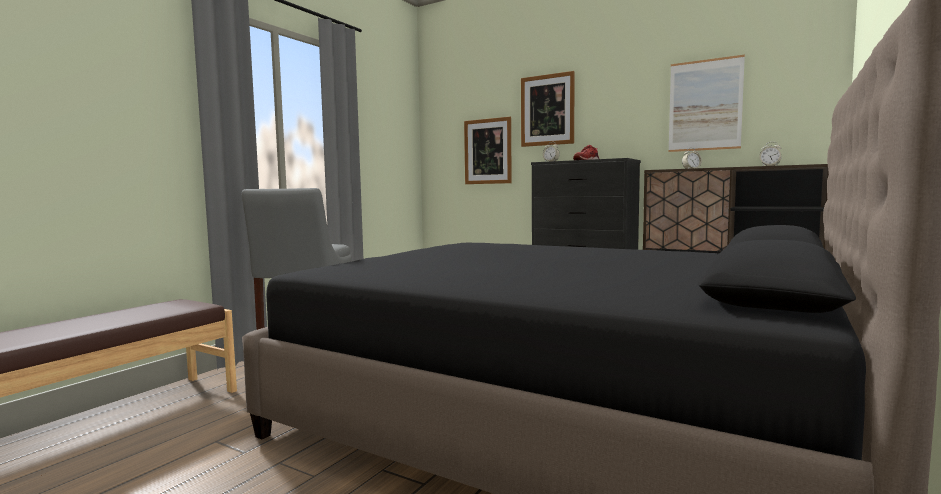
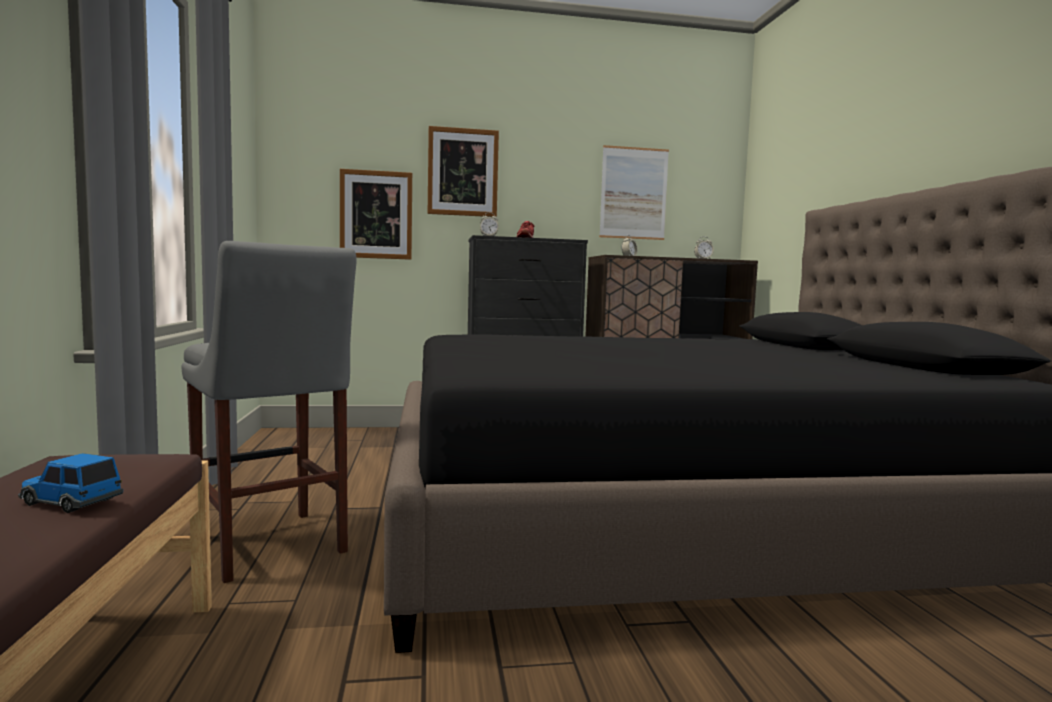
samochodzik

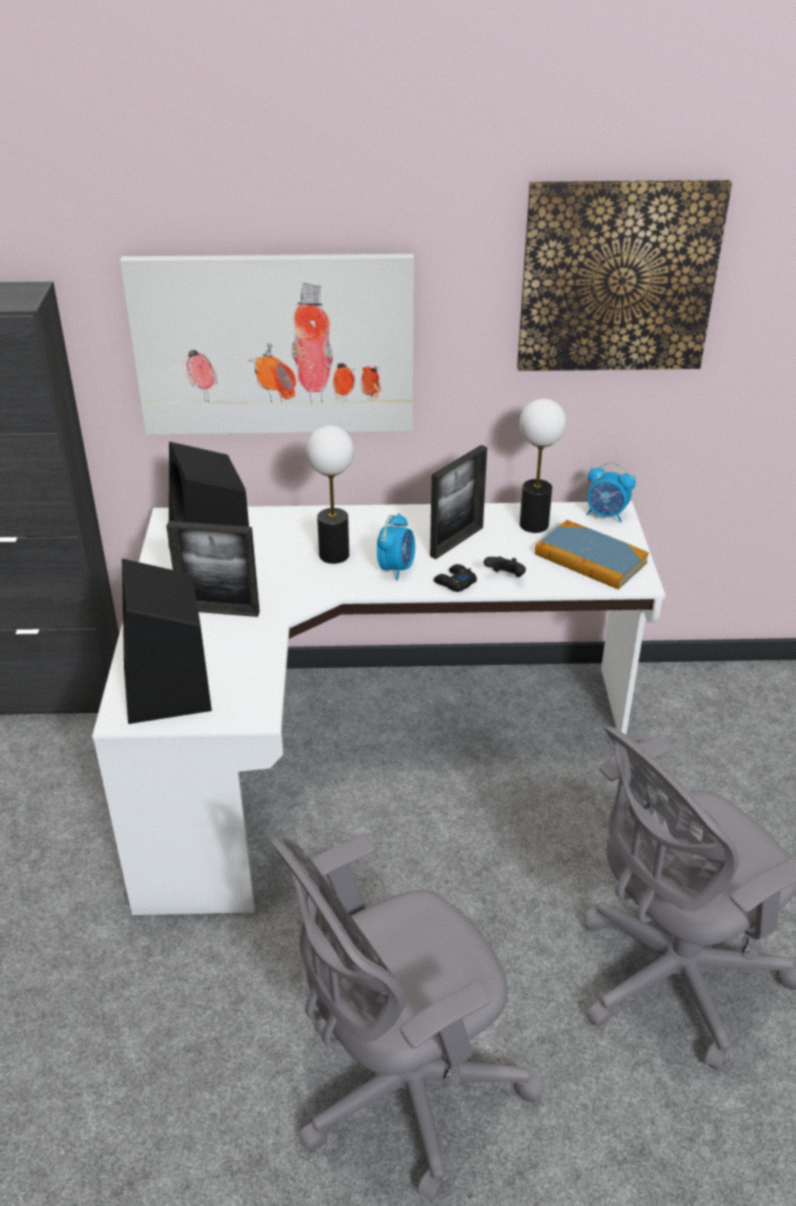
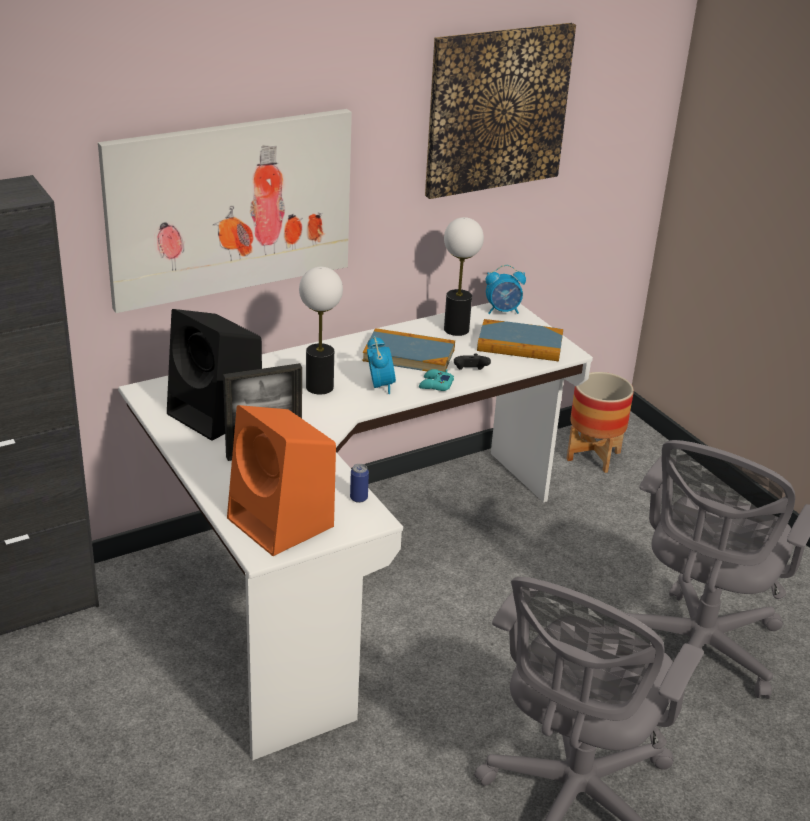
puszka
donica
książka (1st from left)
głośnik (pomarańczowy)
pad do gier (turkusowy)

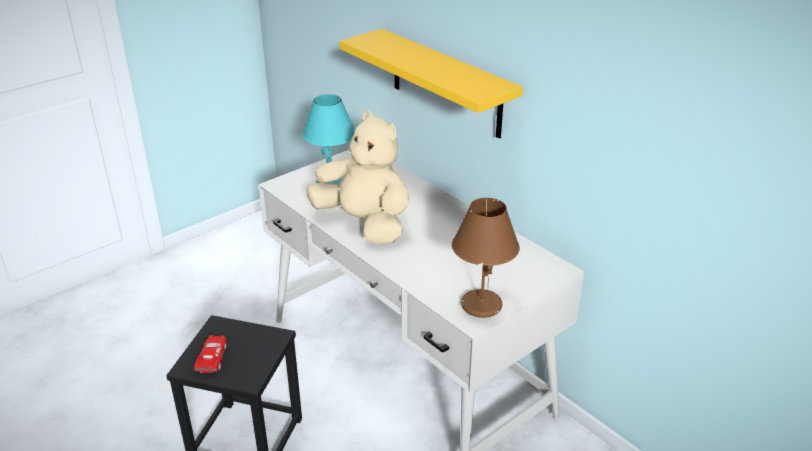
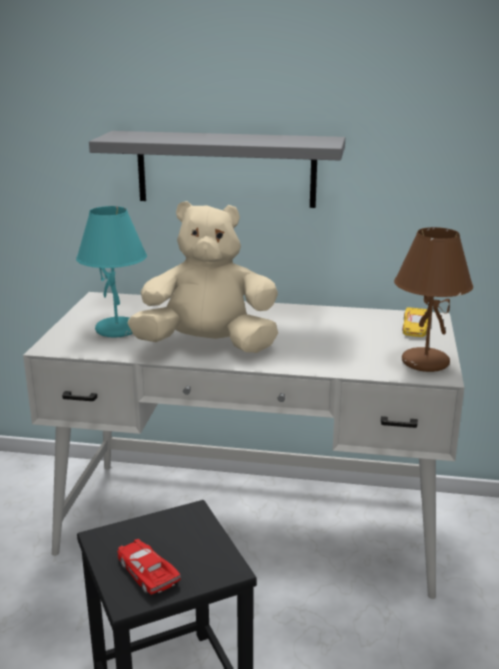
samochodzik (żółty)
półka (szary)

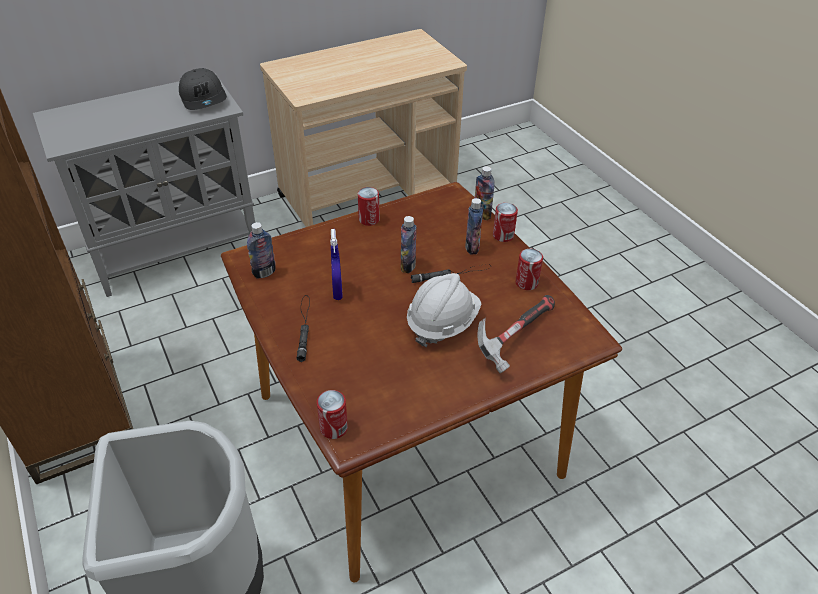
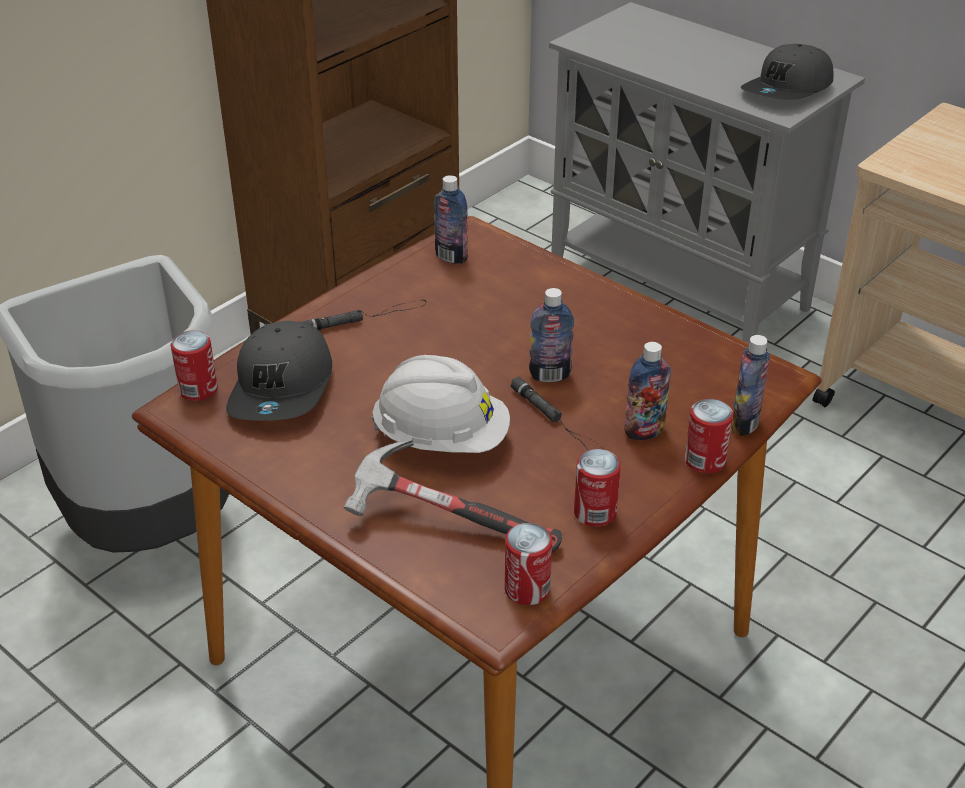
spryskiwacz (niebieski)
czapka z daszkiem (szary) (1st from left)
puszka (2nd from left)

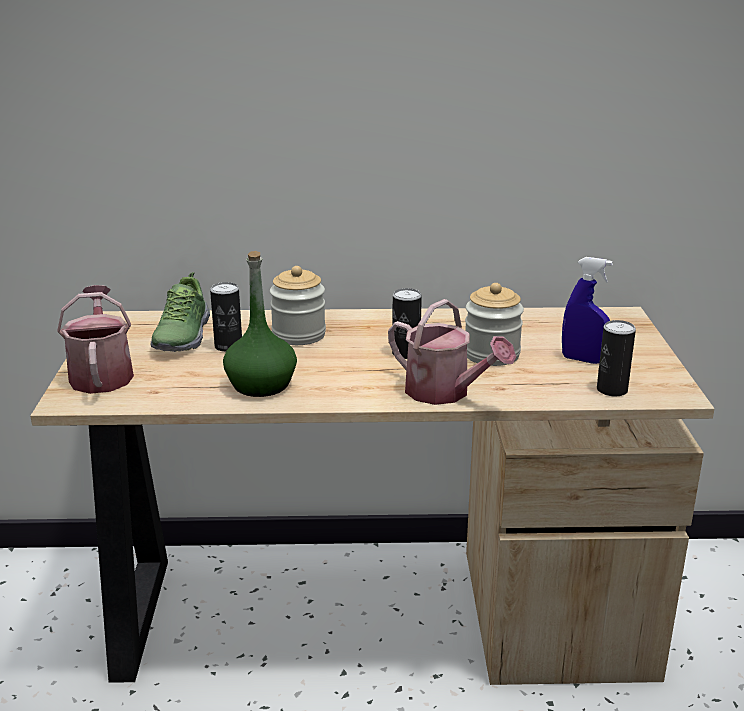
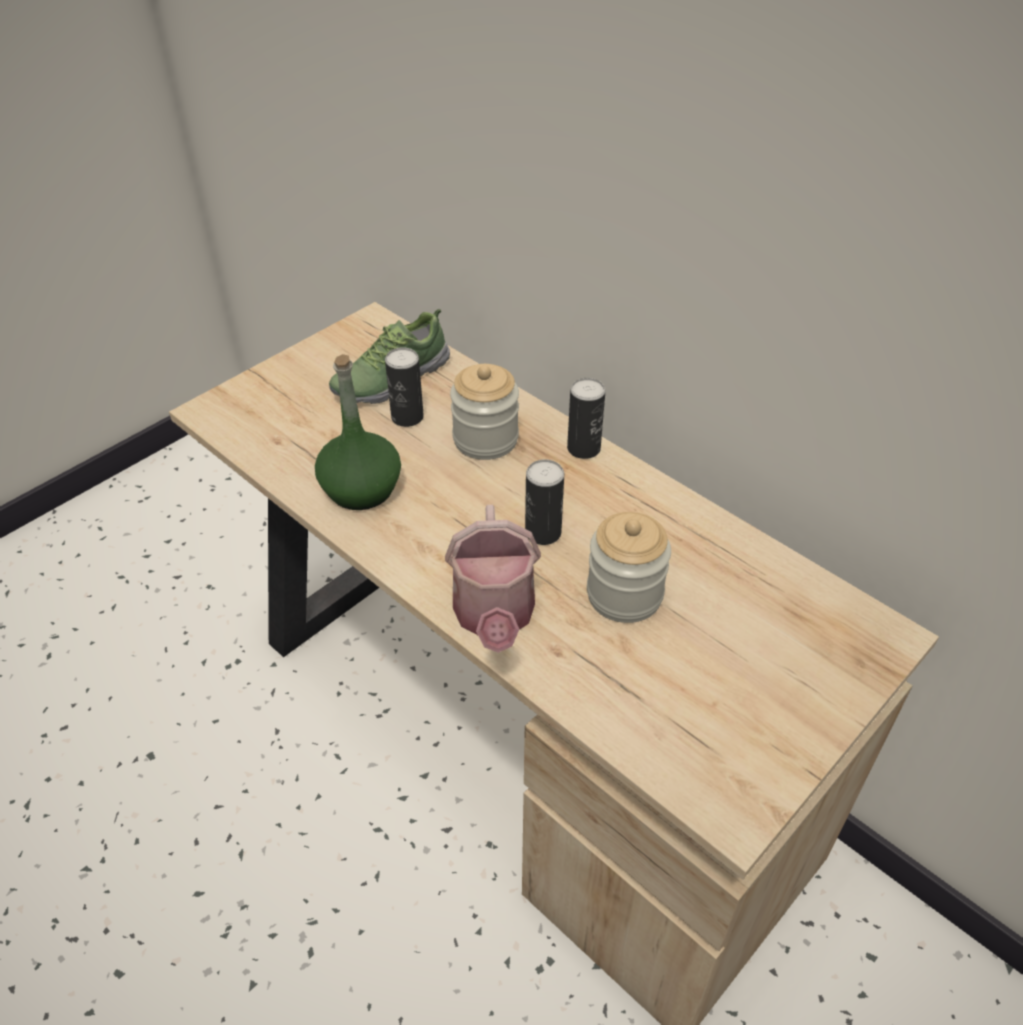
konewka (1st from left in the first image)
spryskiwacz (niebieski)
puszka (3rd from left)

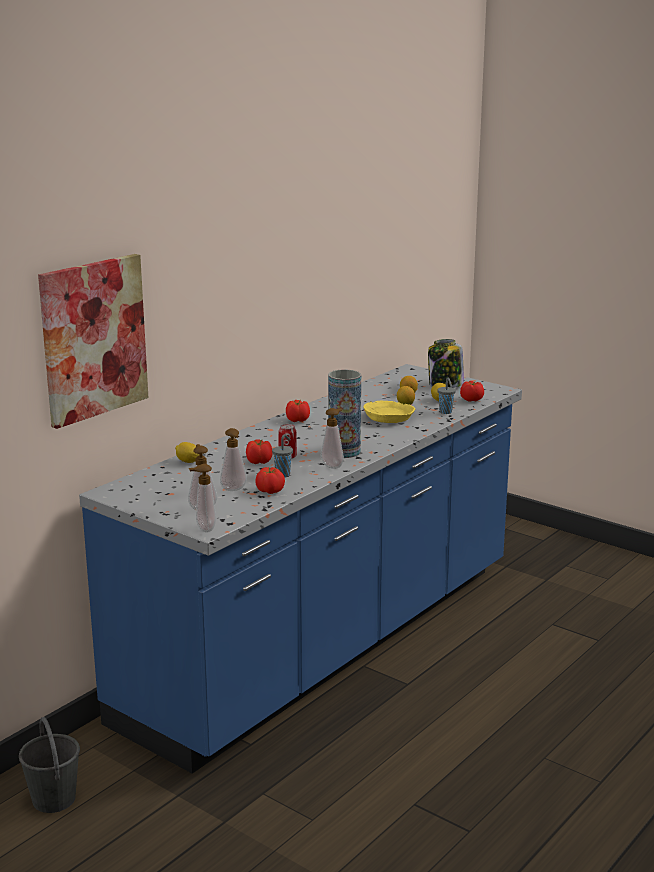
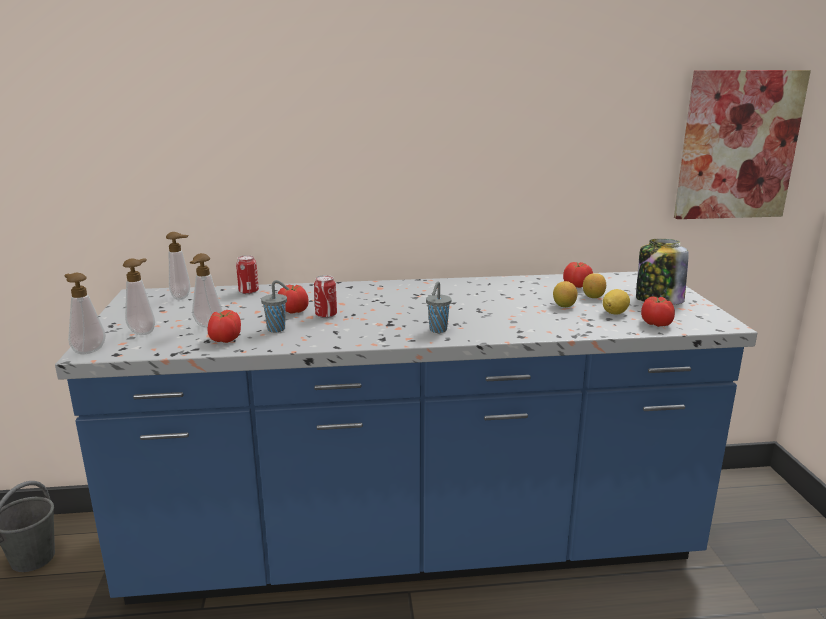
wazon
miska (żółty)
obraz
pomidor (3rd from left)
dozownik mydła (3rd from left)
filiżanka (szary) (2nd from left)
puszka (1st from left)

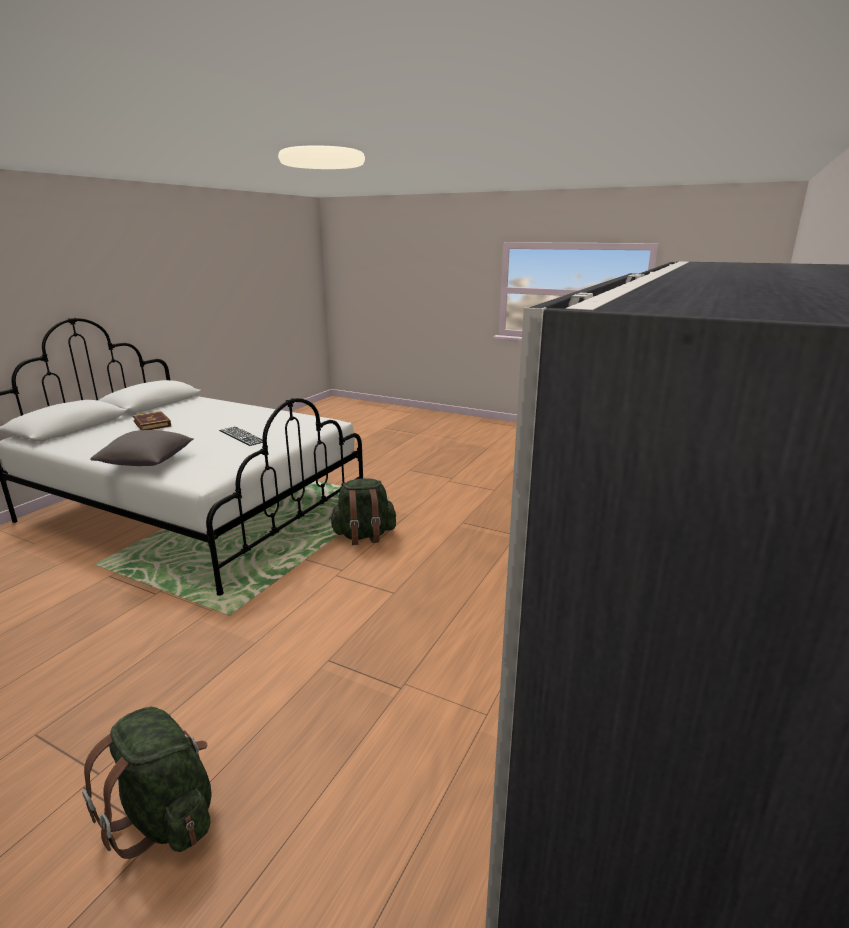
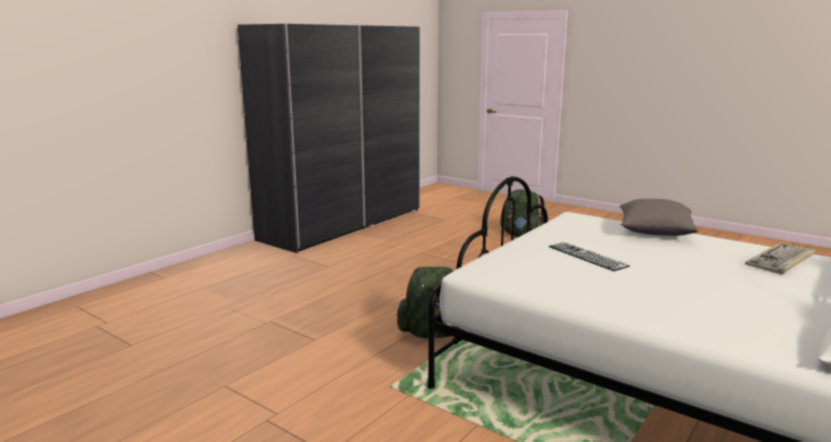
książka
klawiatura (2nd from left)

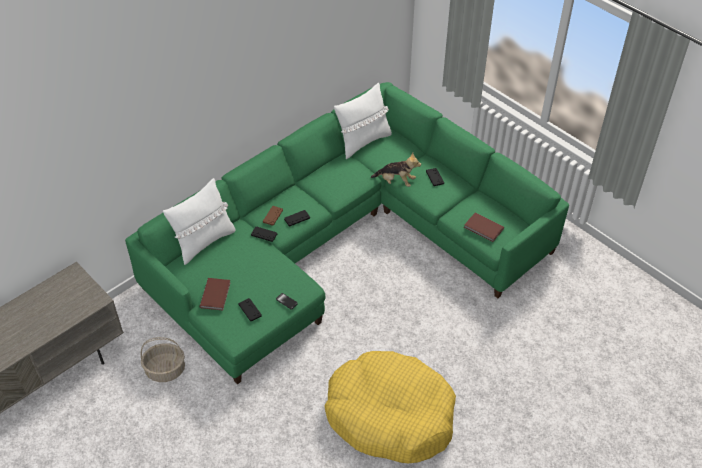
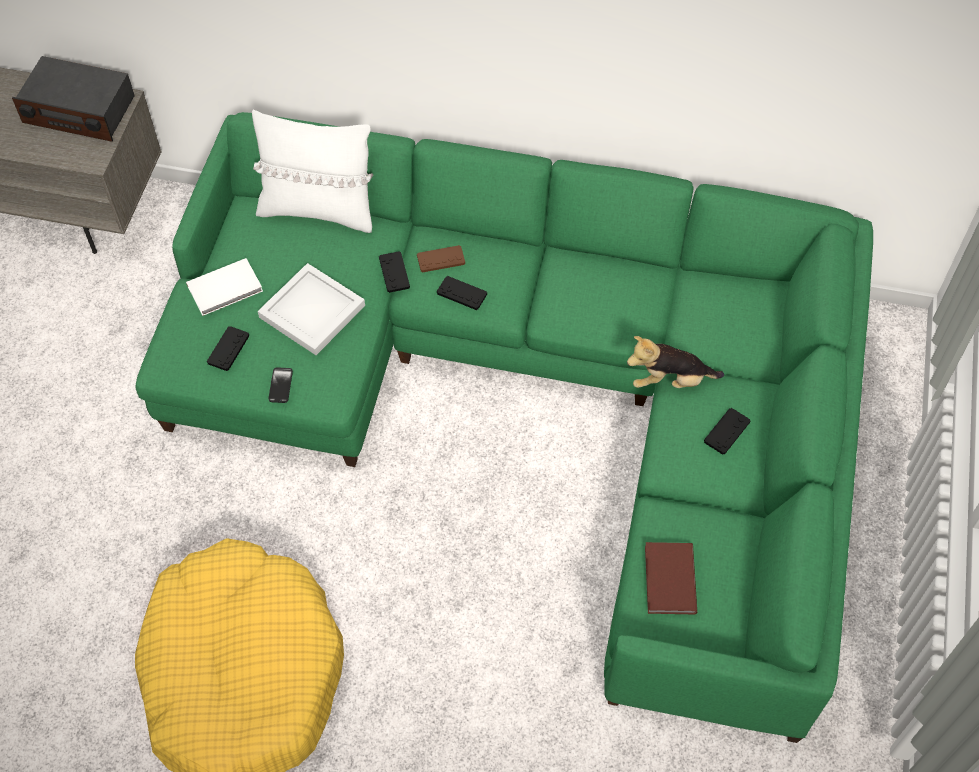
koszyk
poduszka (biały) (2nd from left in the first image)
radio
taca (biały)
książka (biały)
pluszak

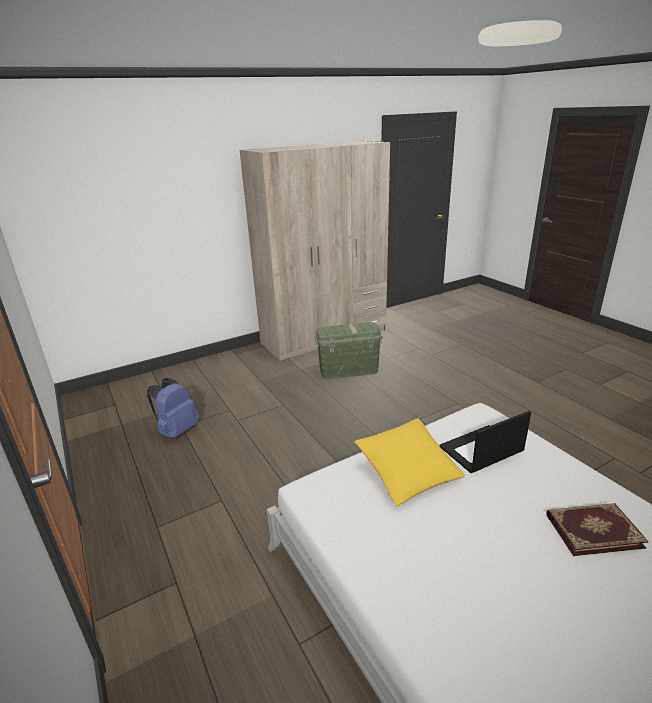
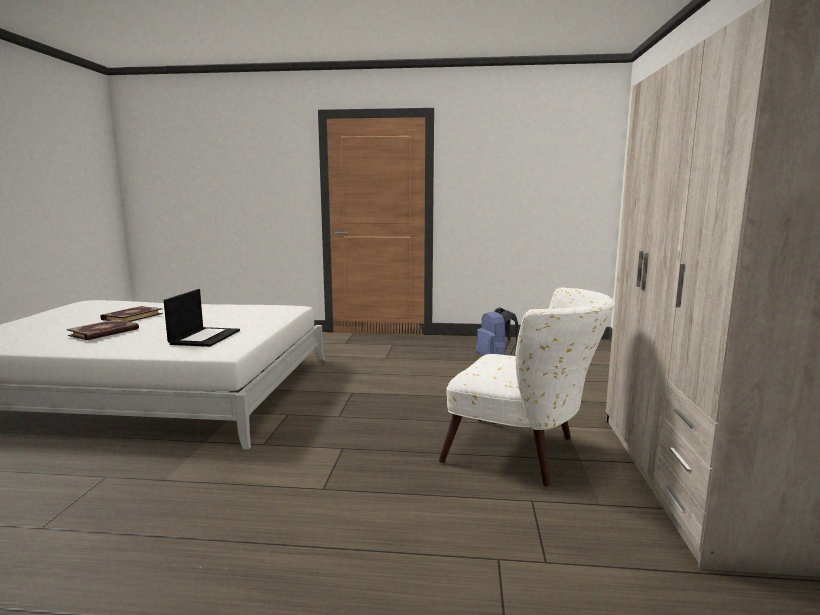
poduszka (żółty)
książka (2nd from left)
fotel (biały)

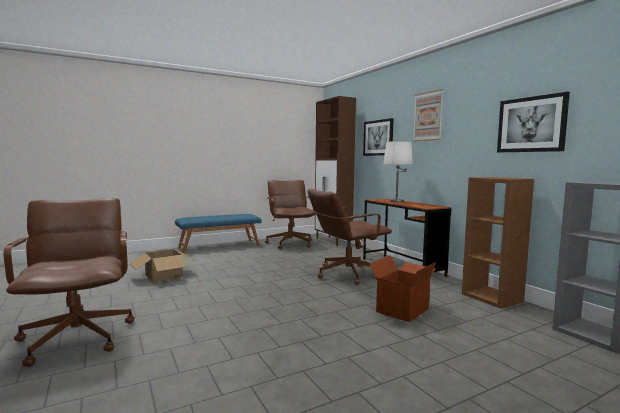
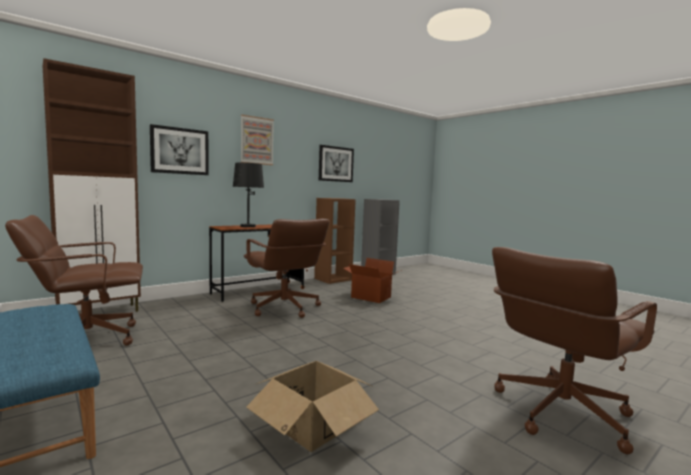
lampa stołowa (czarny)

